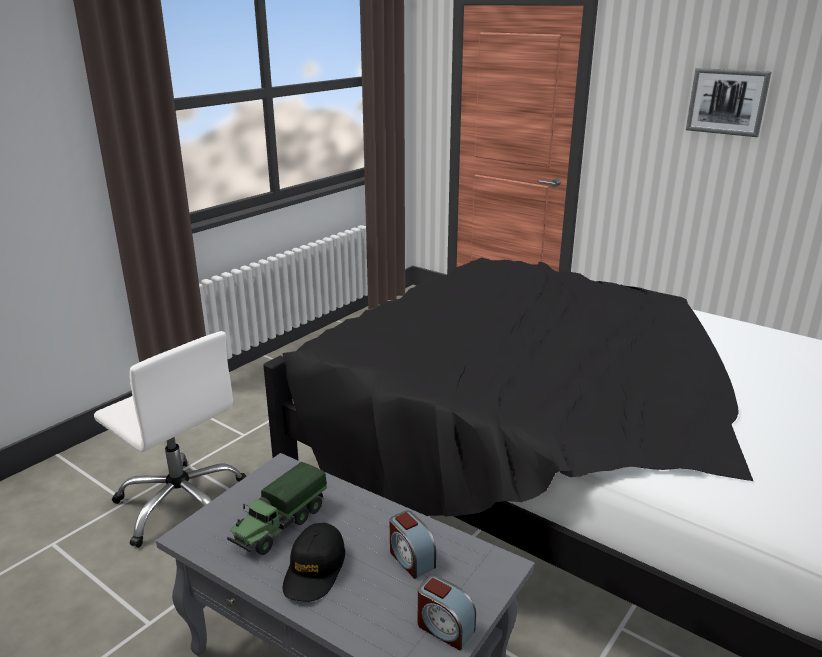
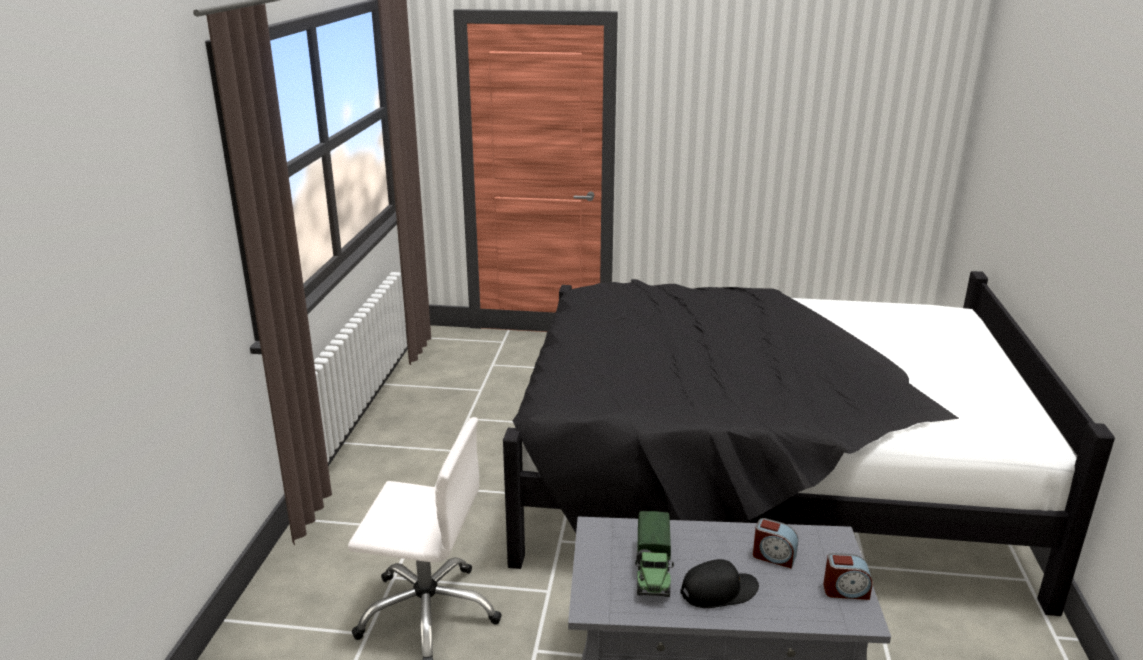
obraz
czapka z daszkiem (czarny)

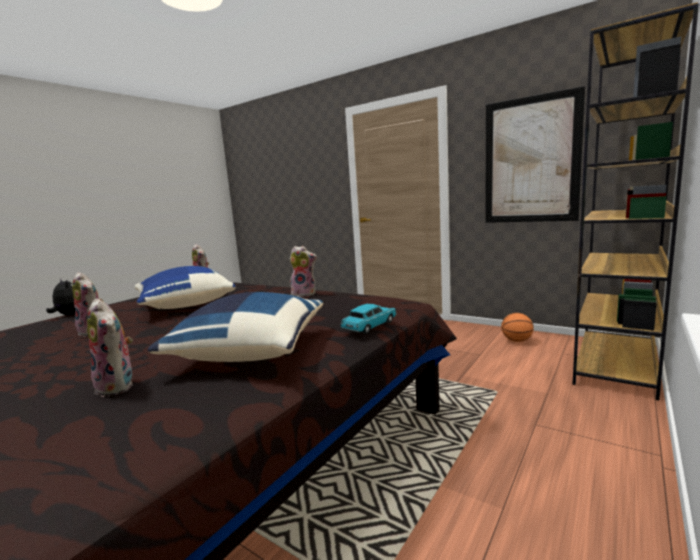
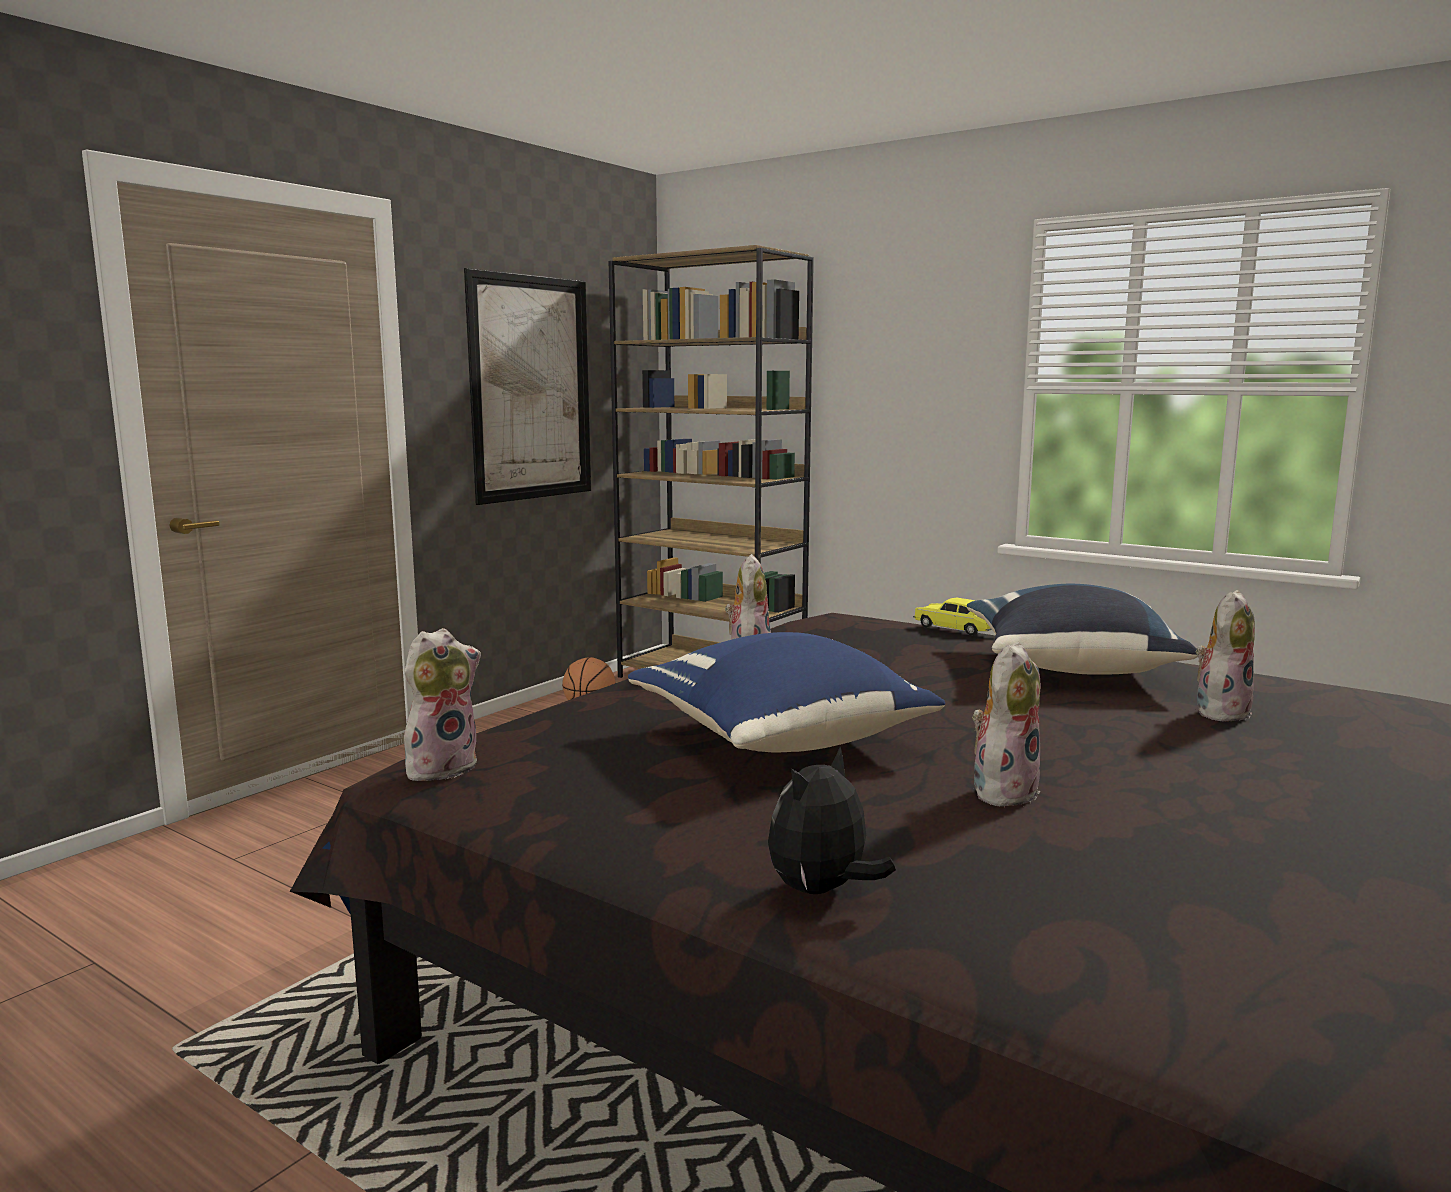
samochodzik (żółty)

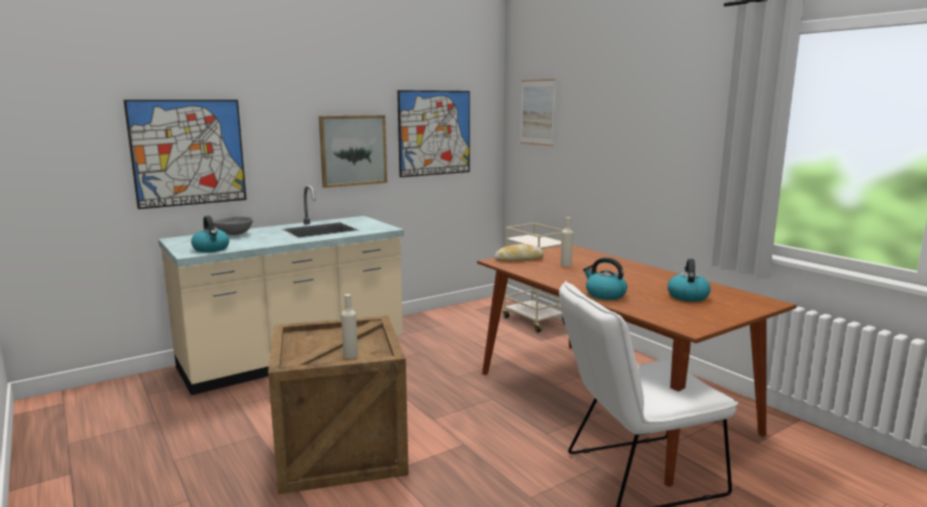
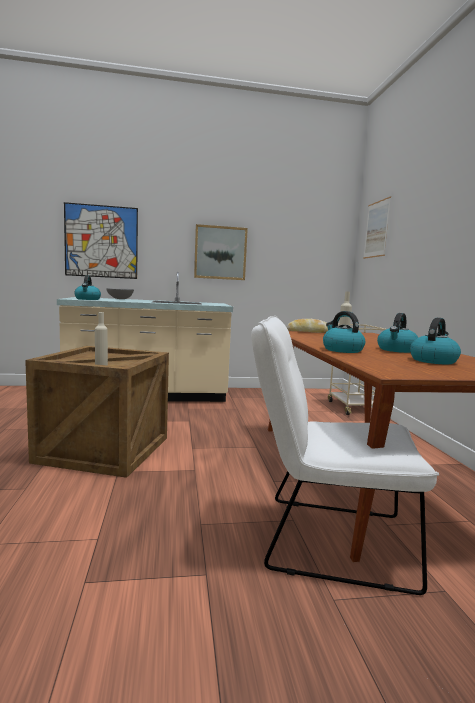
obraz (3rd from left in the first image)
czajnik (3rd from left)

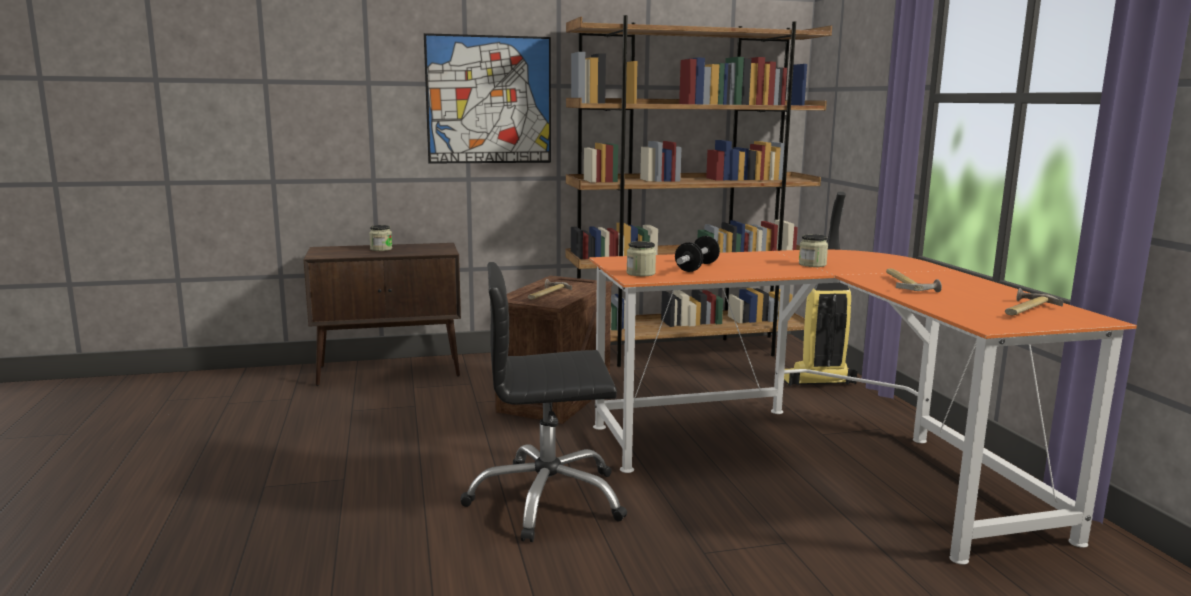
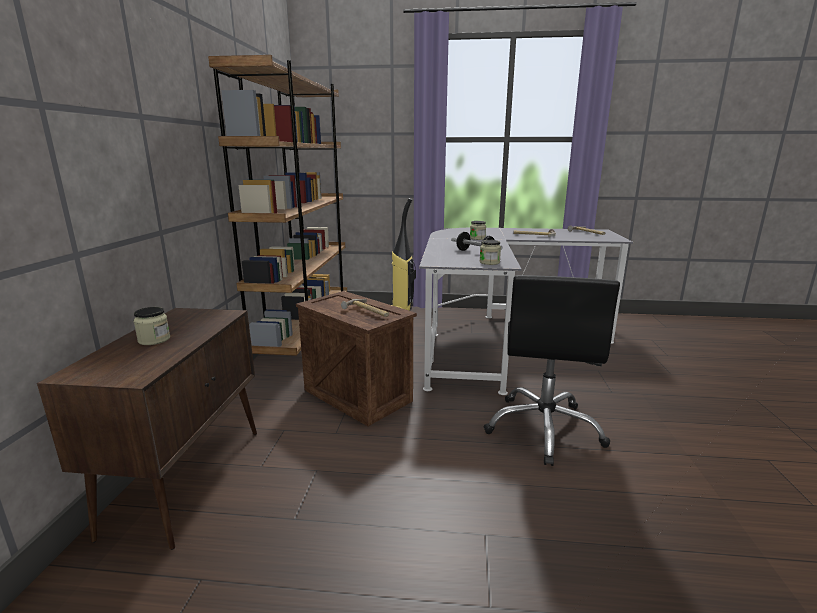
obraz
biurko (szary)

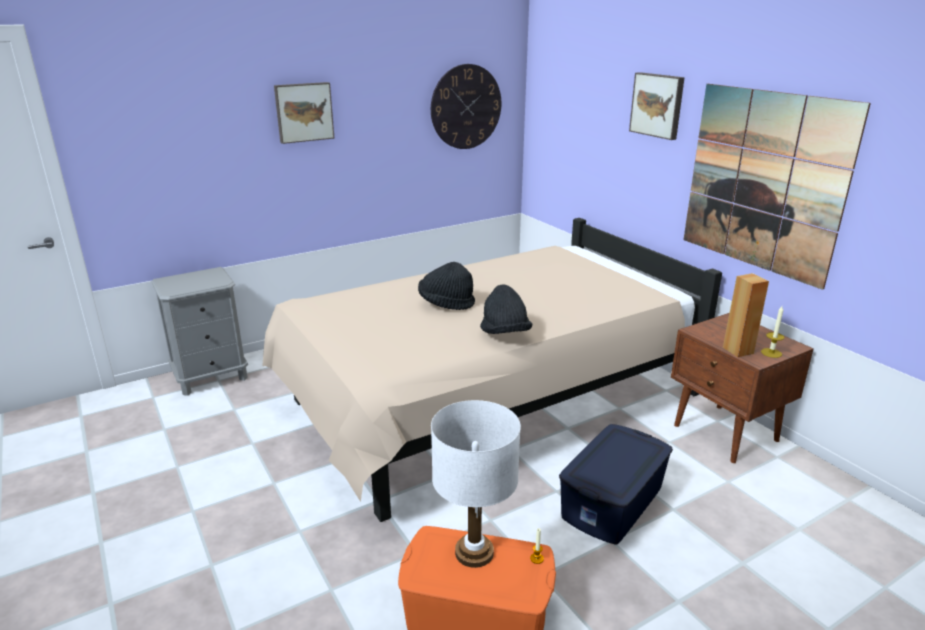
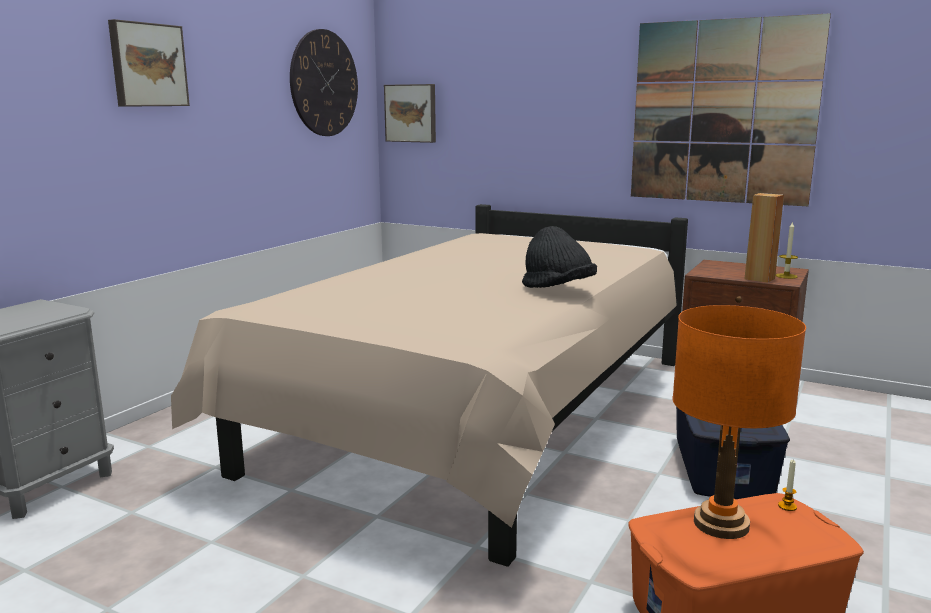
kapelusz (czarny) (1st from left in the first image)
obraz (2nd from left)
lampa stołowa (pomarańczowy)

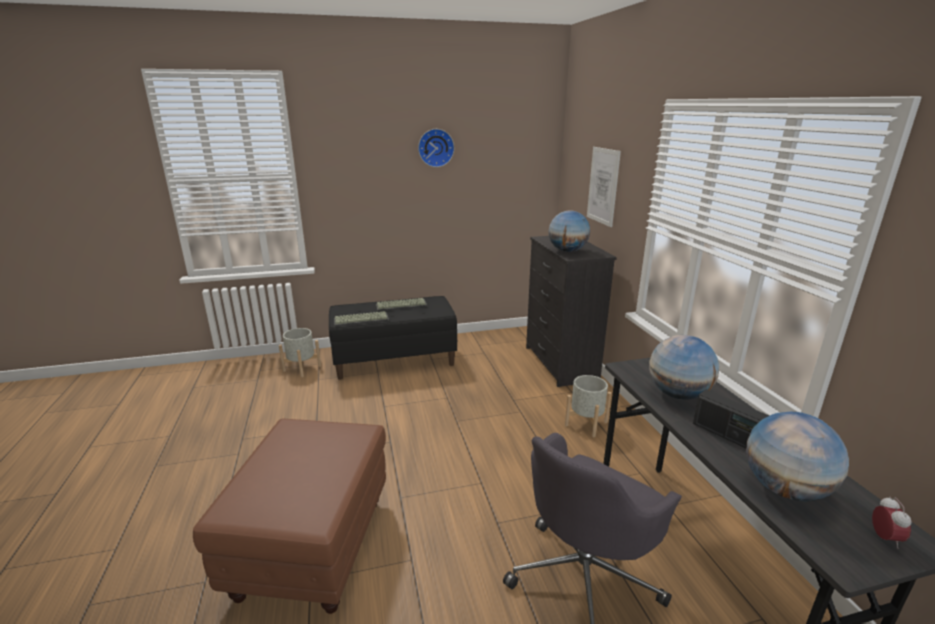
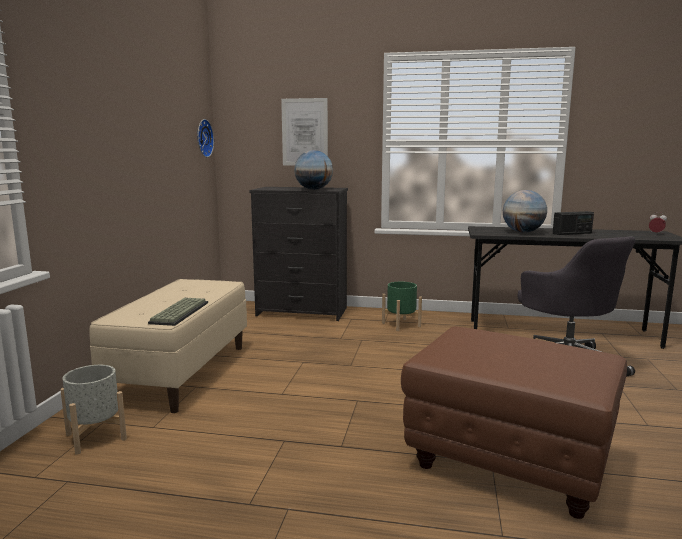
klawiatura (2nd from left in the first image)
globus (3rd from left in the first image)
zegar ścienny
ławka (beżowy)
donica (zielony)

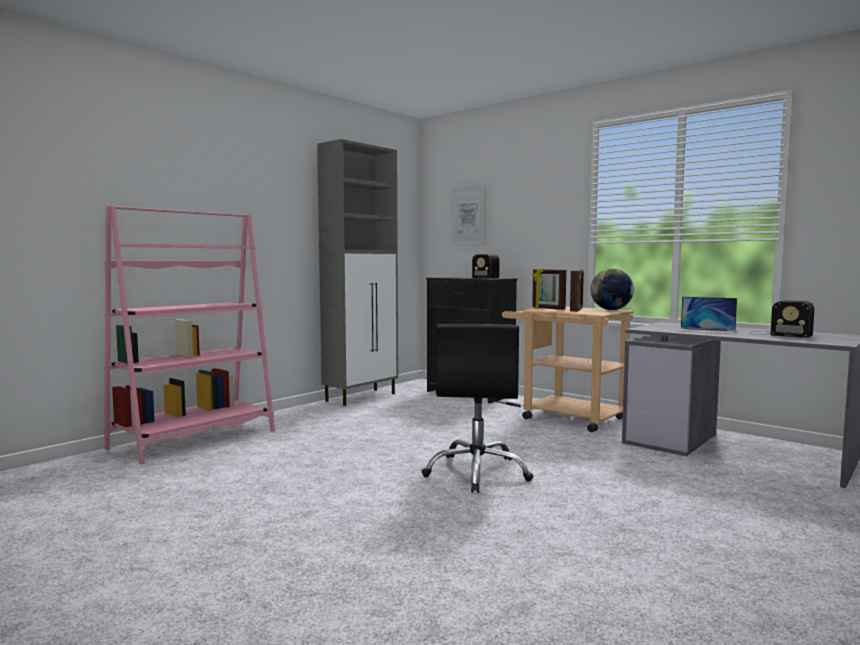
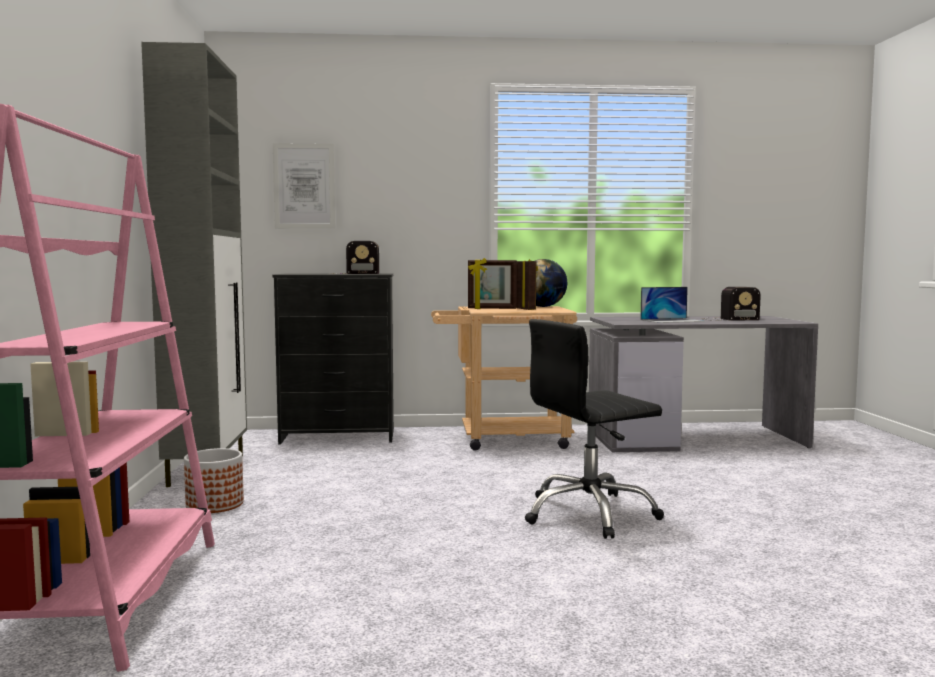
donica
krzesło biurowe (czarny)

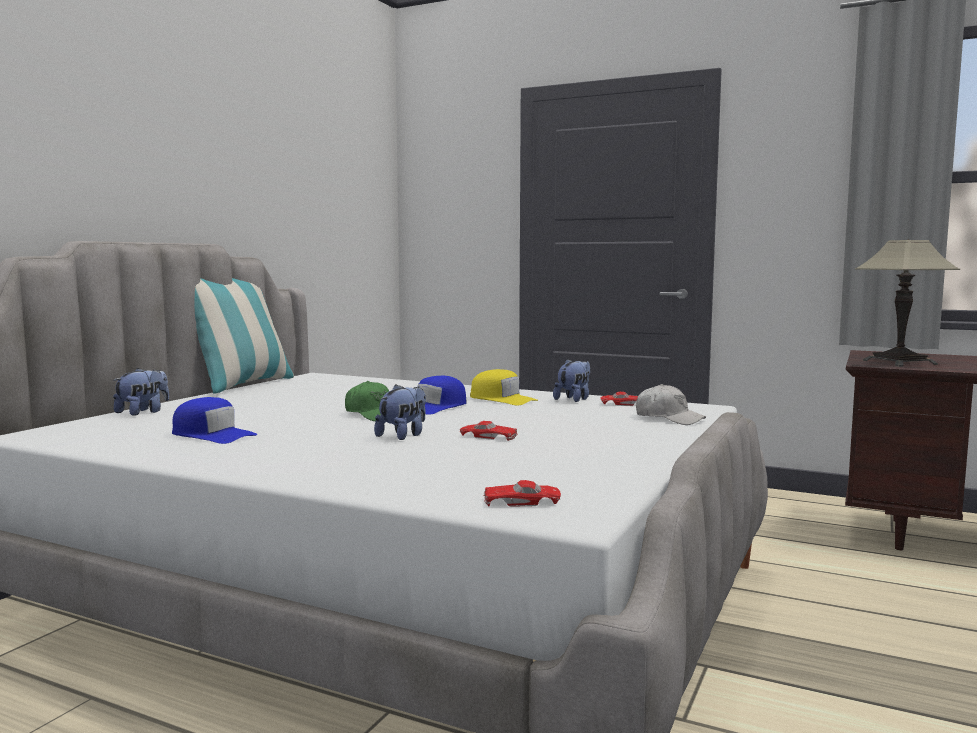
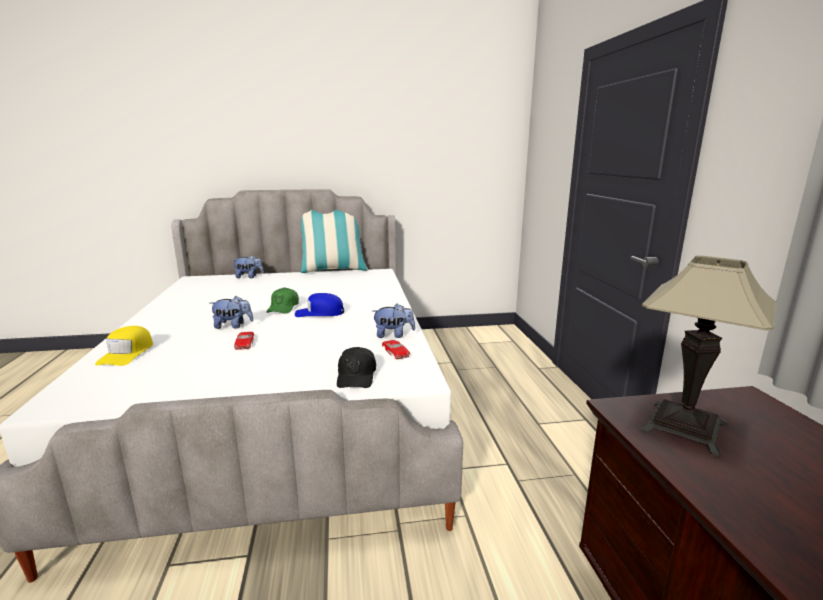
czapka z daszkiem (niebieski) (1st from left in the first image)
samochodzik (czerwony) (2nd from left in the first image)
czapka z daszkiem (żółty)
czapka z daszkiem (czarny)

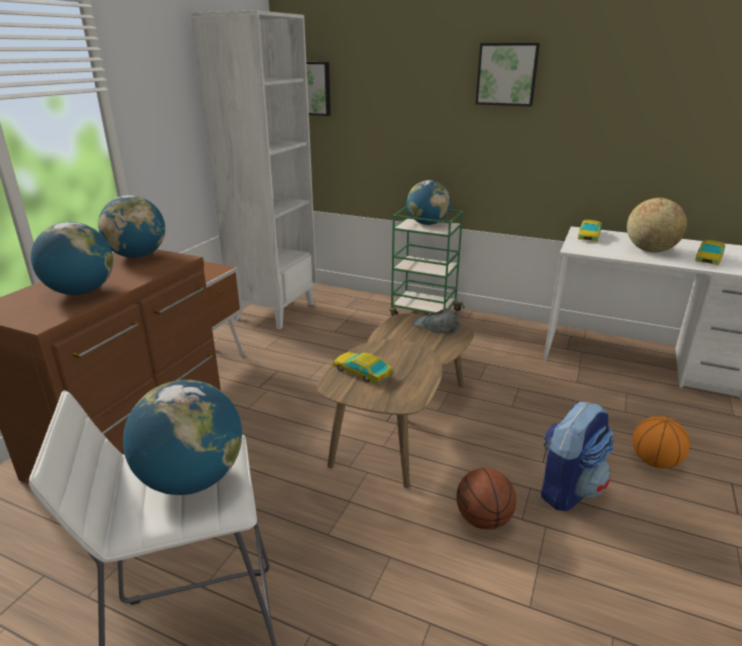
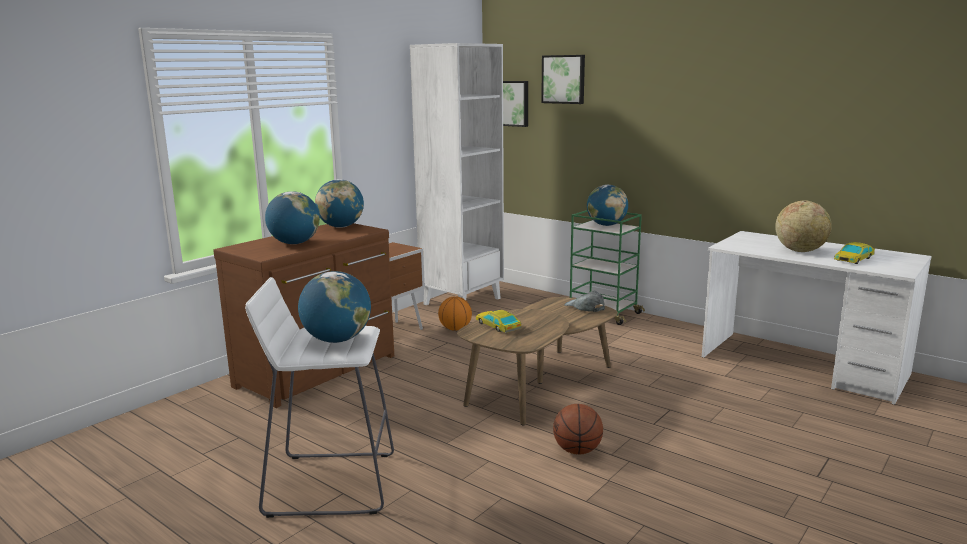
plecak
samochodzik (2nd from left in the first image)
obraz (2nd from left)
piłka do koszykówki (1st from left)

